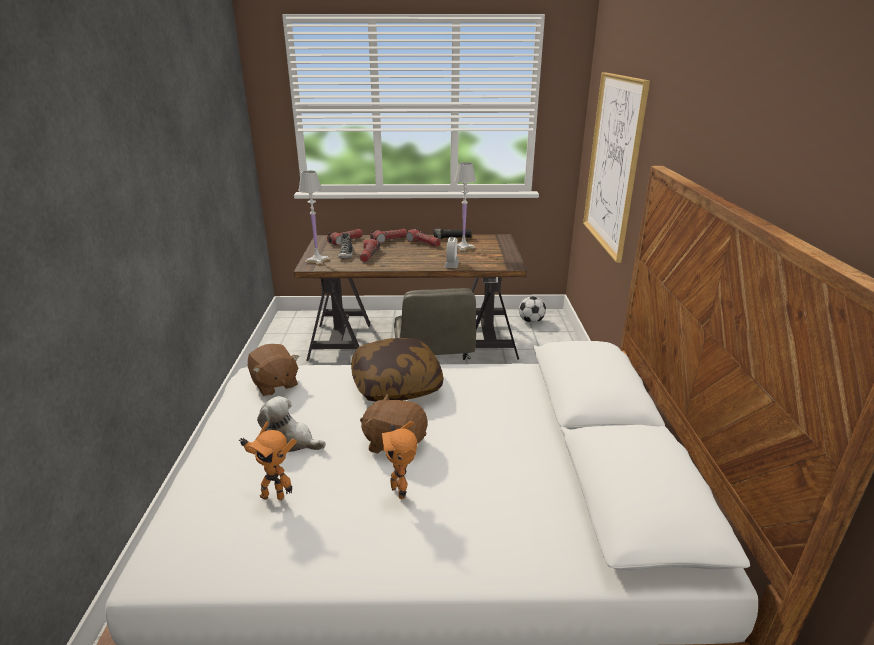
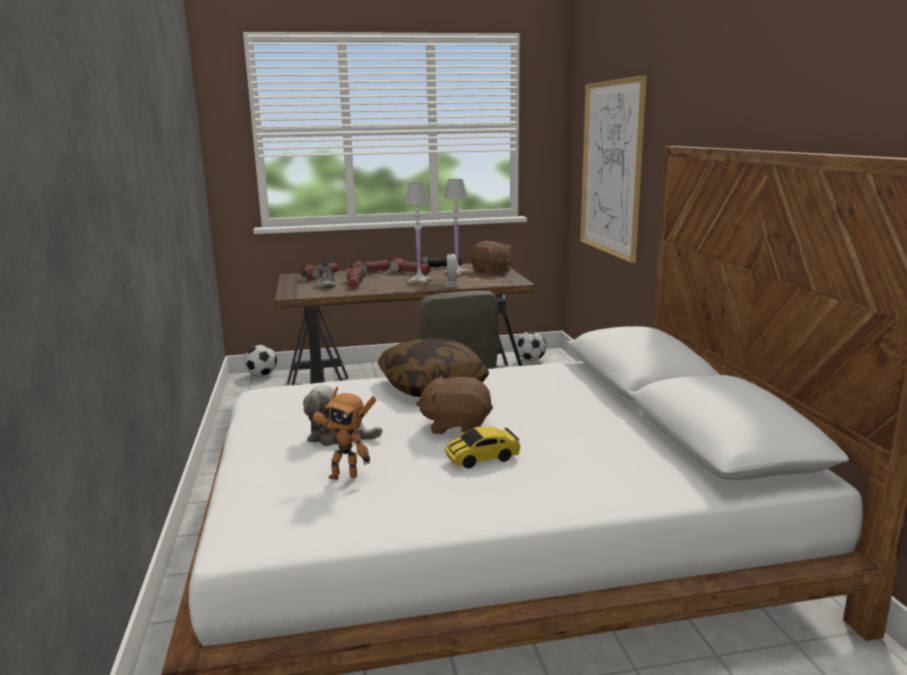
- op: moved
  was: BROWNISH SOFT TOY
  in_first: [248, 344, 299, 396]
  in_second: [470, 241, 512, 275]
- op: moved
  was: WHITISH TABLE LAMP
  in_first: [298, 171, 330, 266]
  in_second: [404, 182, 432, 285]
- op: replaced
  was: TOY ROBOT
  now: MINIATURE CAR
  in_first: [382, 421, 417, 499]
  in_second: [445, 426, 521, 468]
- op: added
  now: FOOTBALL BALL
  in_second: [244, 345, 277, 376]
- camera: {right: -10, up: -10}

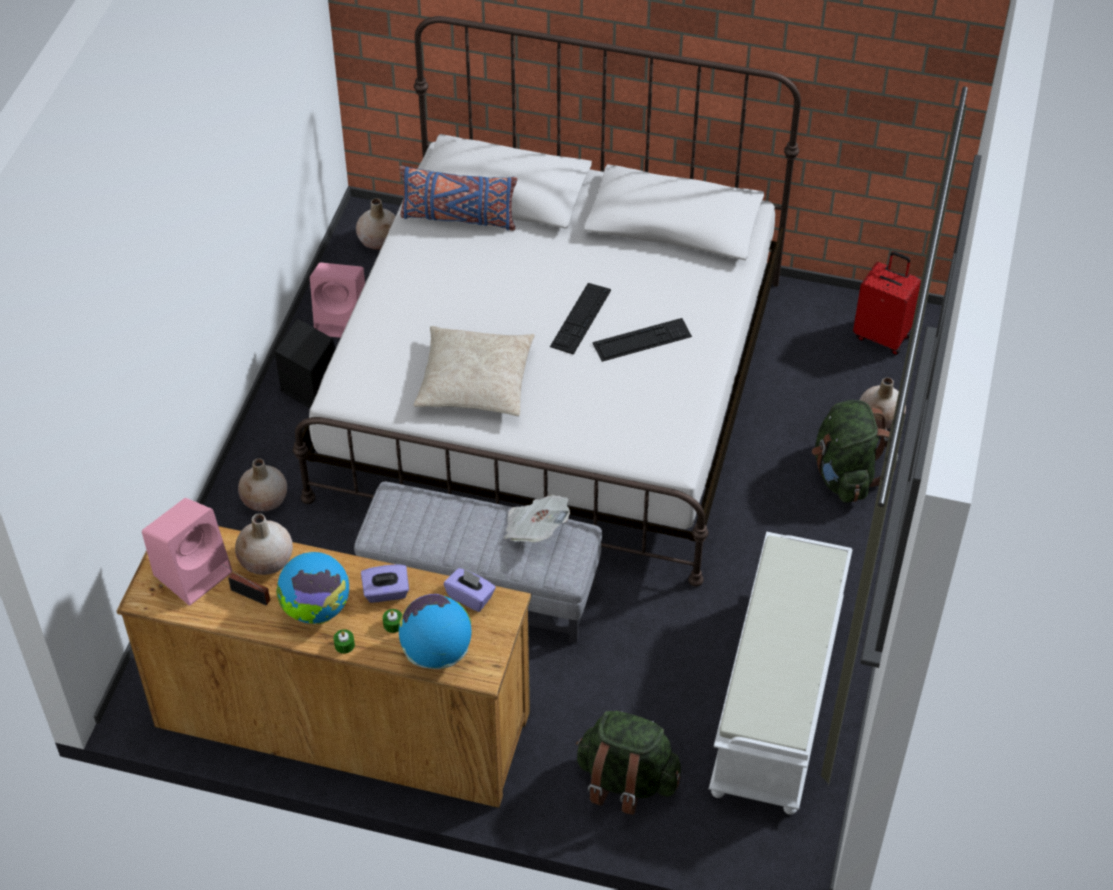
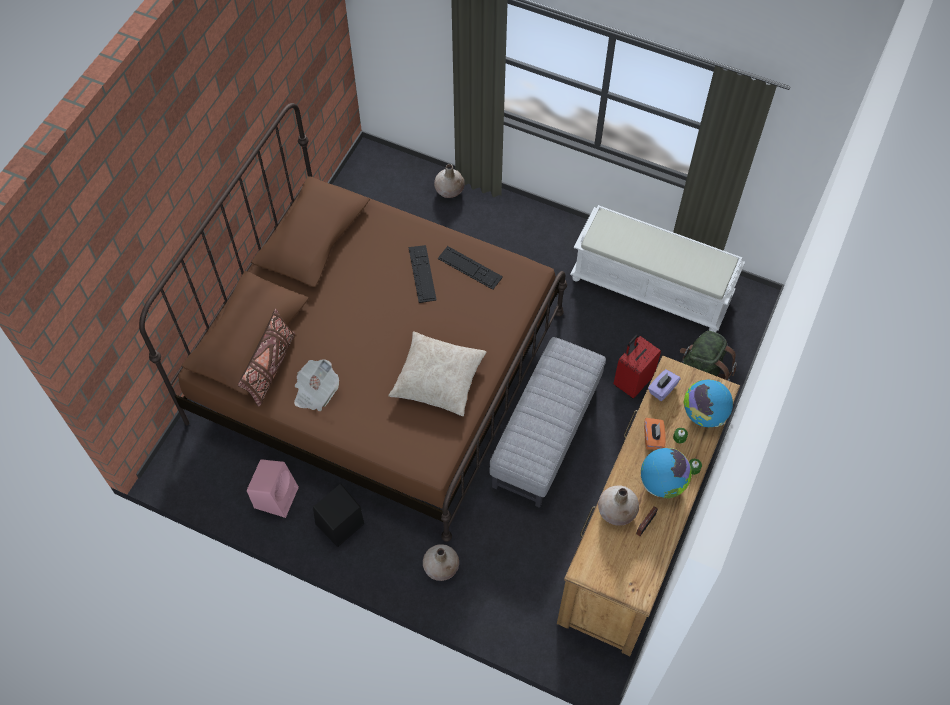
- op: removed
  was: PINK LOUDSPEAKER
  in_first: [142, 498, 232, 606]
- op: recoloured
  was: WHITISH SLEEPING BED
  now: BROWNISH SLEEPING BED
  in_first: [293, 16, 801, 587]
  in_second: [139, 103, 567, 542]
- op: removed
  was: SAND-COLOURED VASE
  in_first: [356, 198, 396, 250]
- op: recoloured
  was: PURPLE TISSUE HOLDER
  now: ORANGE-COLOURED TISSUE HOLDER
  in_first: [361, 564, 409, 603]
  in_second: [644, 418, 666, 450]
- op: recoloured
  was: BLUE PILLOW
  now: BROWNISH PILLOW
  in_first: [399, 166, 517, 231]
  in_second: [238, 309, 295, 406]
- op: moved
  was: PRINTED PAPER
  in_first: [505, 494, 570, 542]
  in_second: [294, 359, 339, 411]
- op: moved
  was: COMPUTER KEYBOARD
  in_first: [550, 283, 611, 355]
  in_second: [438, 246, 503, 290]
- op: removed
  was: GREEN-COLOURED RUCKSACK
  in_first: [812, 400, 898, 503]
- op: moved
  was: RED-COLOURED PIECE OF LUGGAGE
  in_first: [853, 251, 921, 355]
  in_second: [613, 335, 661, 399]
- camera: {right: -80, up: 10}

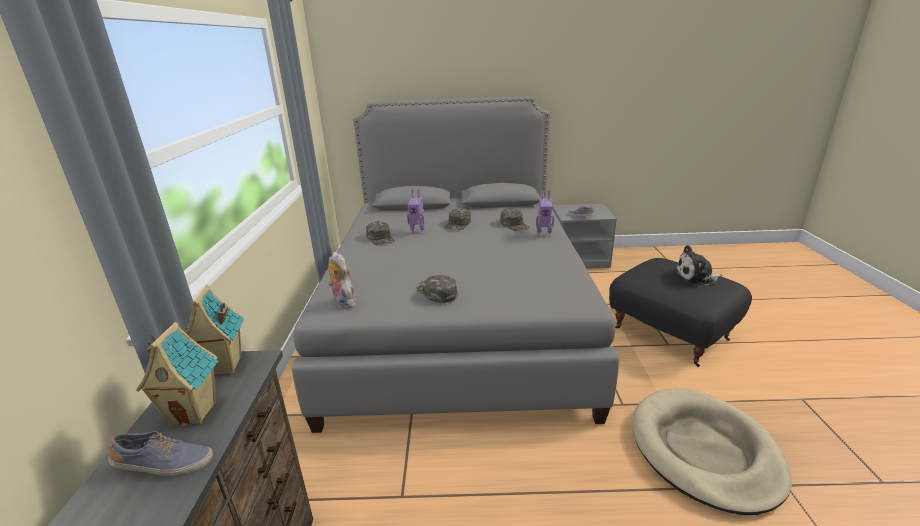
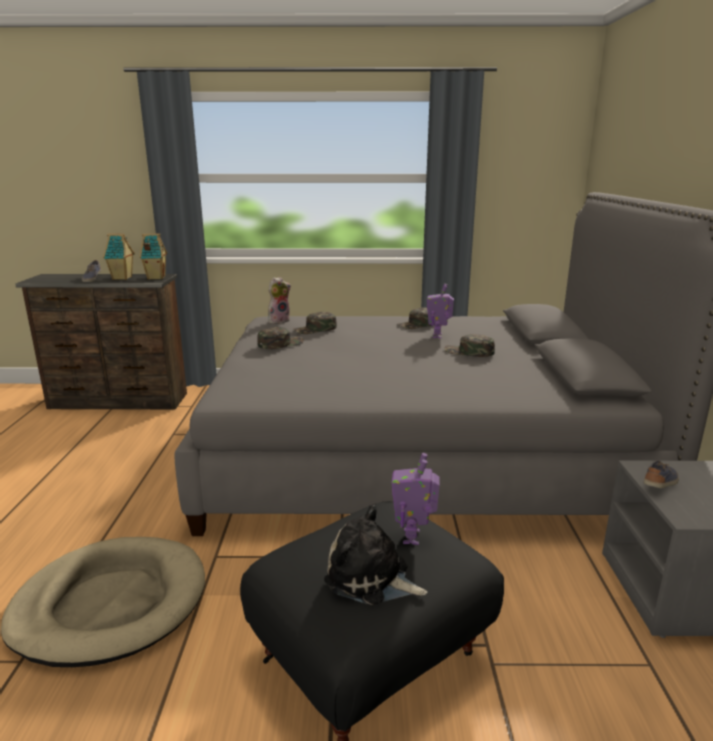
- op: moved
  was: GREEN-COLOURED PEAKED CAP
  in_first: [500, 209, 530, 231]
  in_second: [293, 312, 337, 334]
- op: moved
  was: TOY ROBOT
  in_first: [536, 191, 554, 237]
  in_second: [392, 453, 439, 545]
- op: turned
  was: SOFT TOY
  in_first: [674, 245, 722, 286]
  in_second: [324, 505, 427, 605]
  clockwise: -60
- camera: {right: 90, up: -5}

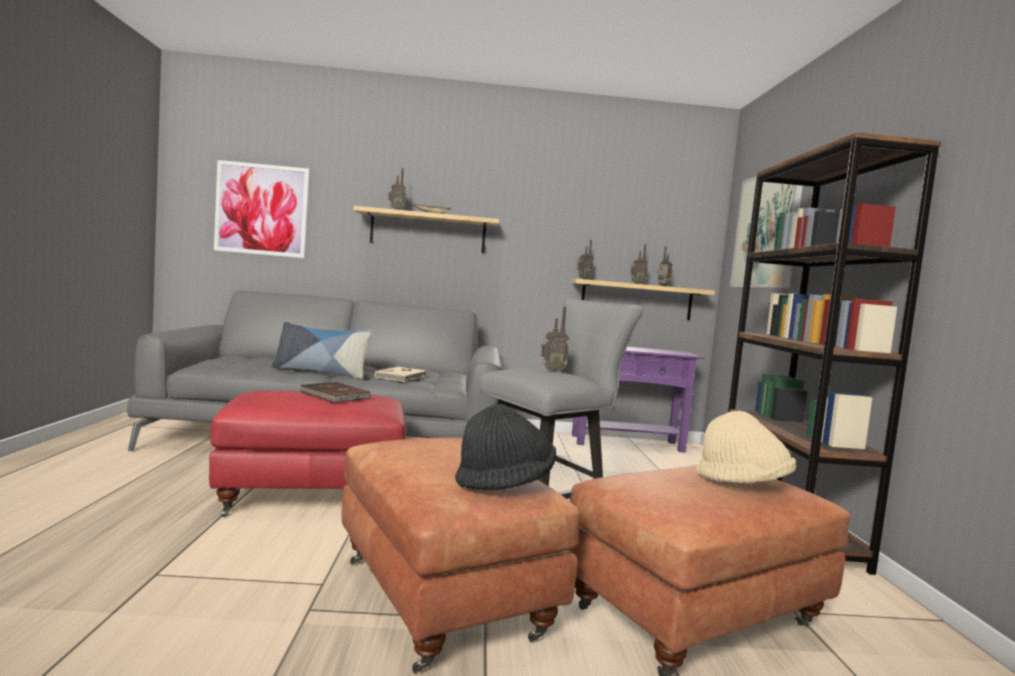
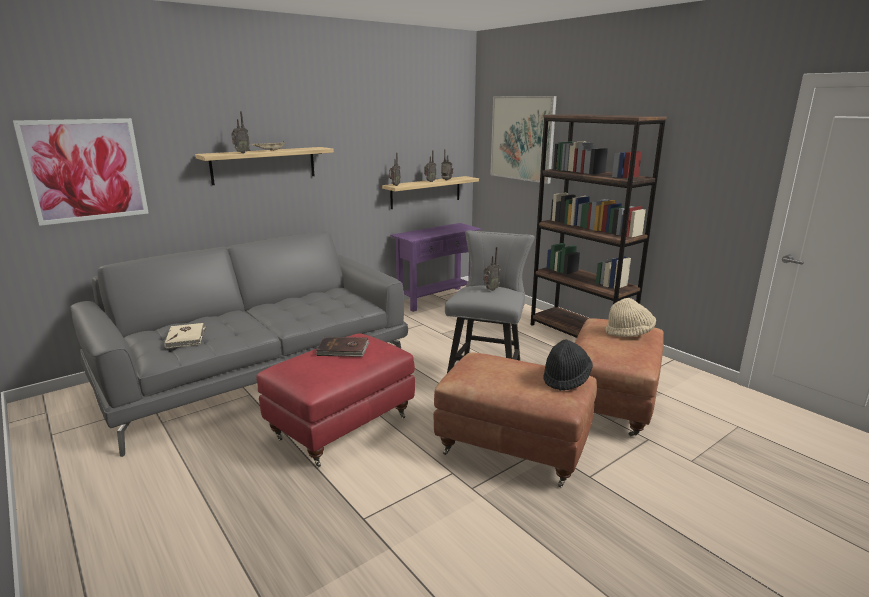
- op: removed
  was: PILLOW
  in_first: [271, 322, 372, 379]
- op: moved
  was: SAND-COLOURED BOOK
  in_first: [375, 367, 428, 382]
  in_second: [164, 323, 206, 348]
- camera: {right: -35, up: 15}

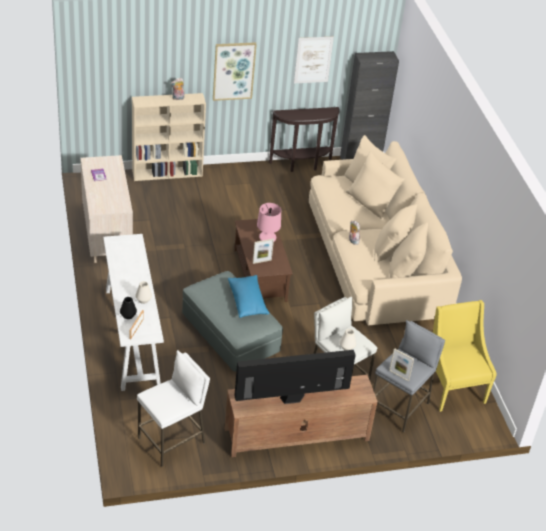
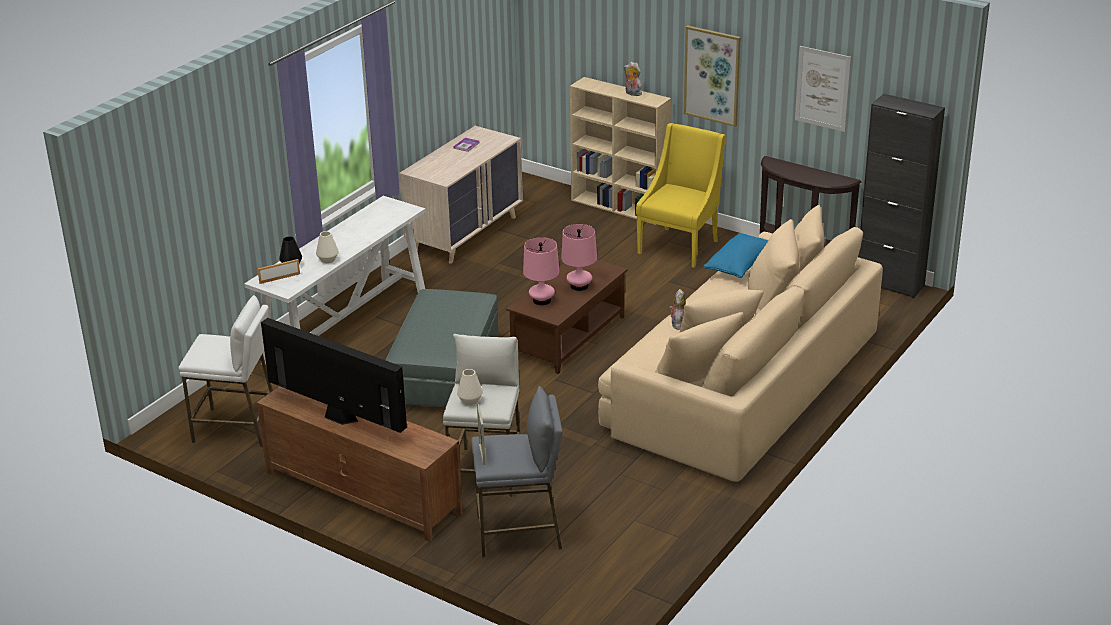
- op: moved
  was: BLUE PILLOW
  in_first: [228, 275, 270, 318]
  in_second: [703, 233, 768, 278]
- op: replaced
  was: STANDING FRAME
  now: PINK TABLE LAMP
  in_first: [253, 239, 274, 264]
  in_second: [523, 237, 559, 305]
- op: moved
  was: YELLOW-COLOURED EASY CHAIR
  in_first: [433, 300, 497, 412]
  in_second: [636, 123, 725, 268]
- camera: {right: 50, up: -10}

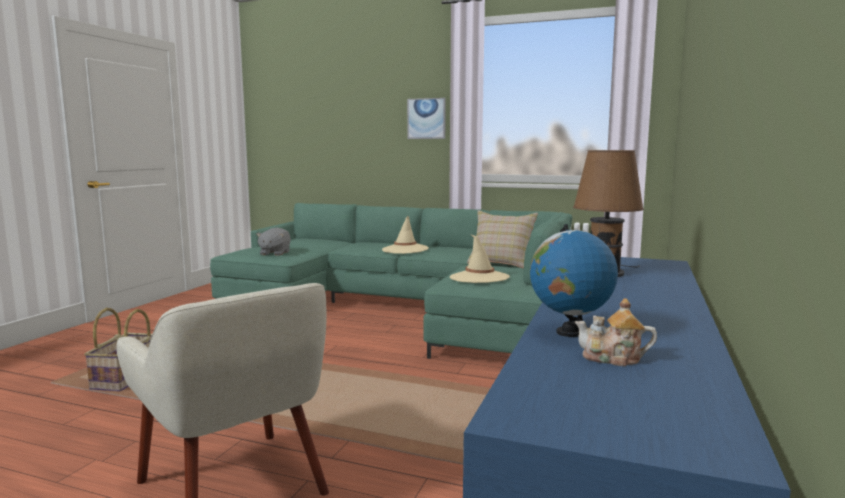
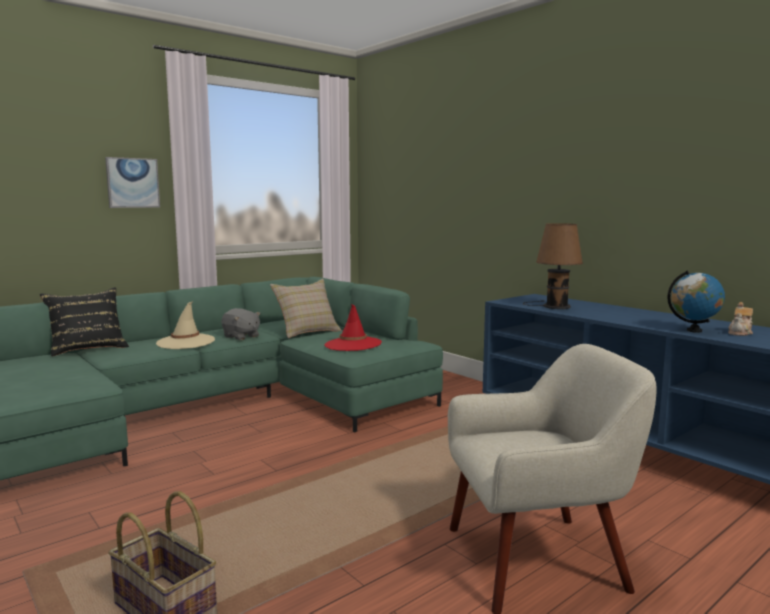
- op: moved
  was: GRAY SOFT TOY
  in_first: [256, 228, 291, 256]
  in_second: [221, 308, 261, 340]
- op: recoloured
  was: SAND-COLOURED CLOTHING HAT
  now: RED-COLOURED CLOTHING HAT
  in_first: [450, 234, 510, 283]
  in_second: [324, 304, 382, 351]
- op: added
  now: BLACKISH PILLOW
  in_second: [40, 287, 129, 356]
- camera: {right: -60, up: 0}

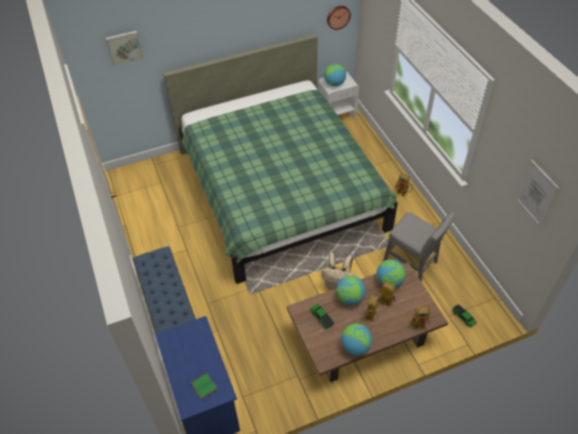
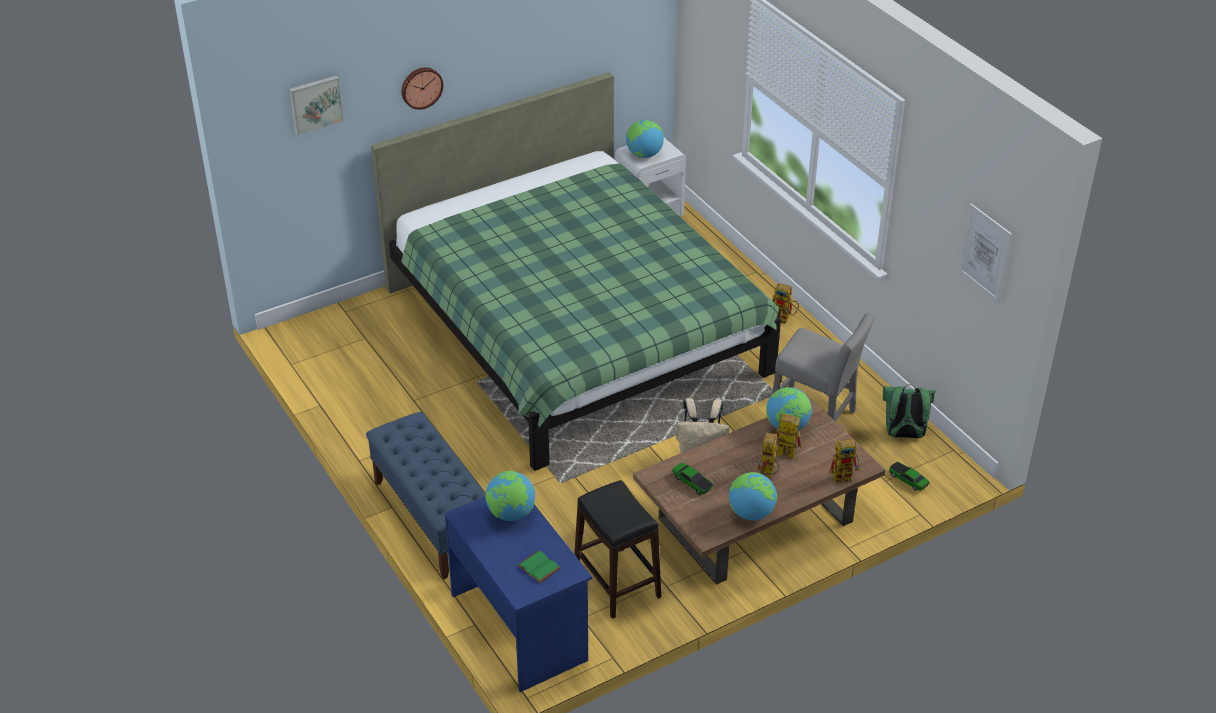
- op: moved
  was: CLOCK ON THE WALL
  in_first: [327, 6, 351, 30]
  in_second: [401, 67, 443, 110]
- op: moved
  was: WORLD GLOBE
  in_first: [336, 275, 366, 305]
  in_second: [486, 471, 535, 521]
- op: added
  now: BLACKISH STOOL SEAT
  in_second: [574, 480, 661, 619]
- op: added
  now: GREEN-COLOURED RUCKSACK
  in_second: [883, 384, 935, 438]
- camera: {right: -10, up: -10}

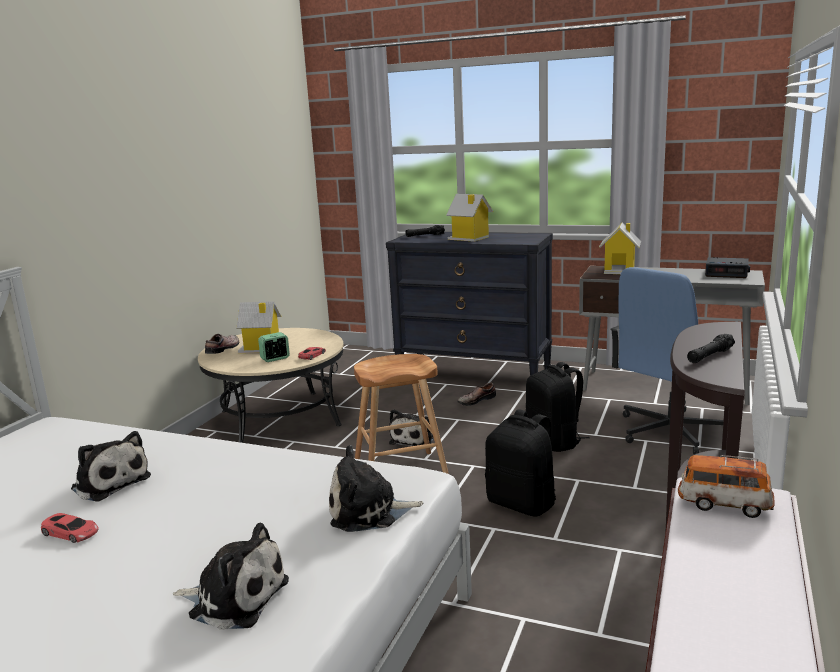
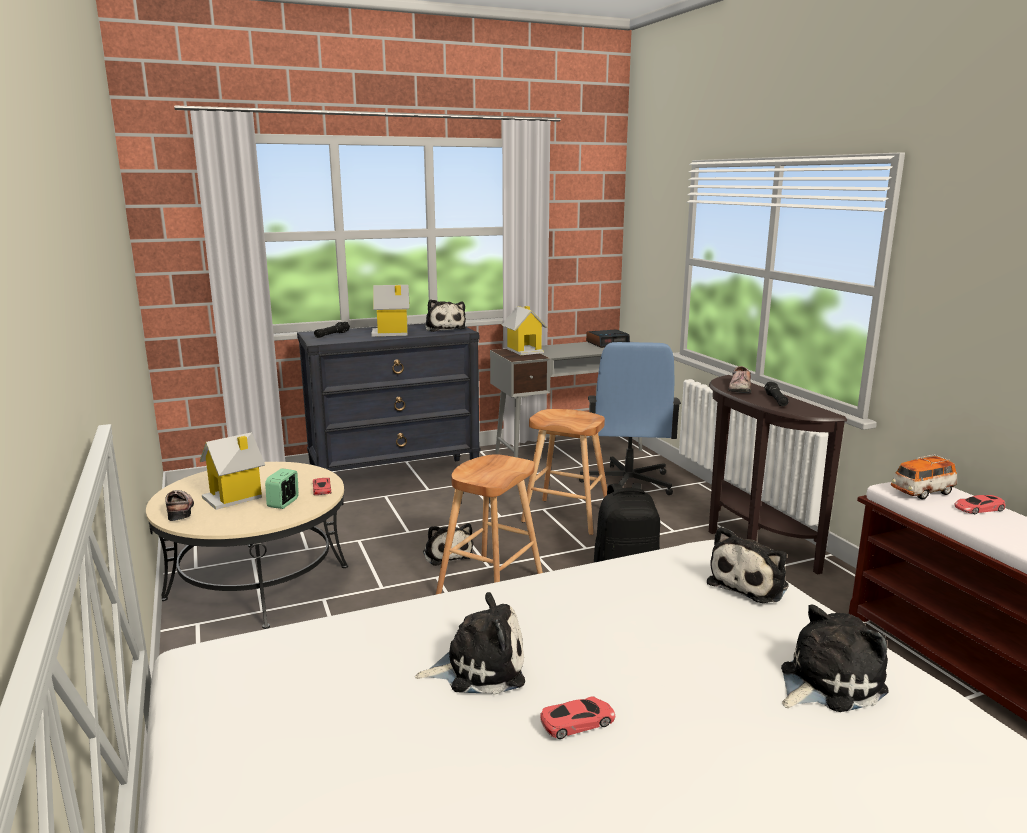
- op: moved
  was: ITEM OF FOOTWEAR
  in_first: [457, 383, 496, 406]
  in_second: [728, 366, 751, 393]
- op: replaced
  was: BLACKISH RUCKSACK
  now: BROWNISH STOOL SEAT
  in_first: [526, 362, 590, 452]
  in_second: [521, 409, 607, 535]
- op: added
  now: SOFT TOY
  in_second: [425, 299, 466, 332]
- op: added
  now: RED-COLOURED MINIATURE CAR
  in_second: [954, 495, 1006, 514]
- camera: {right: -45, up: 0}

